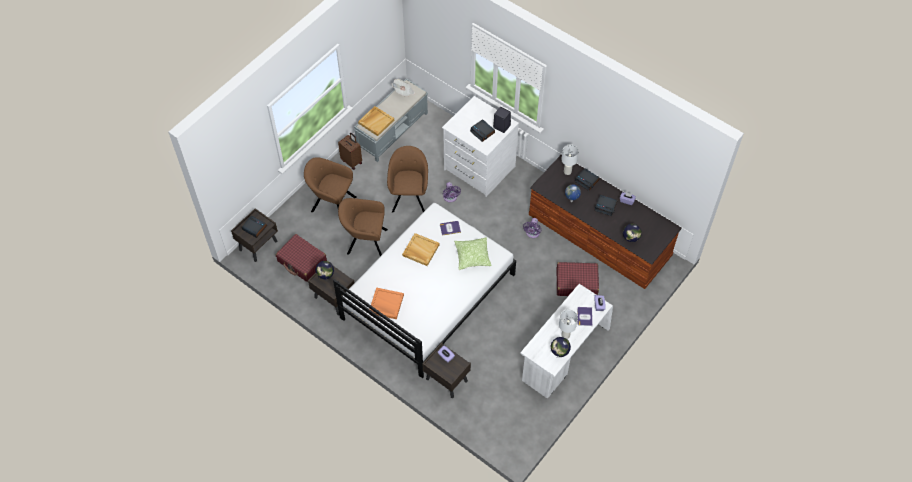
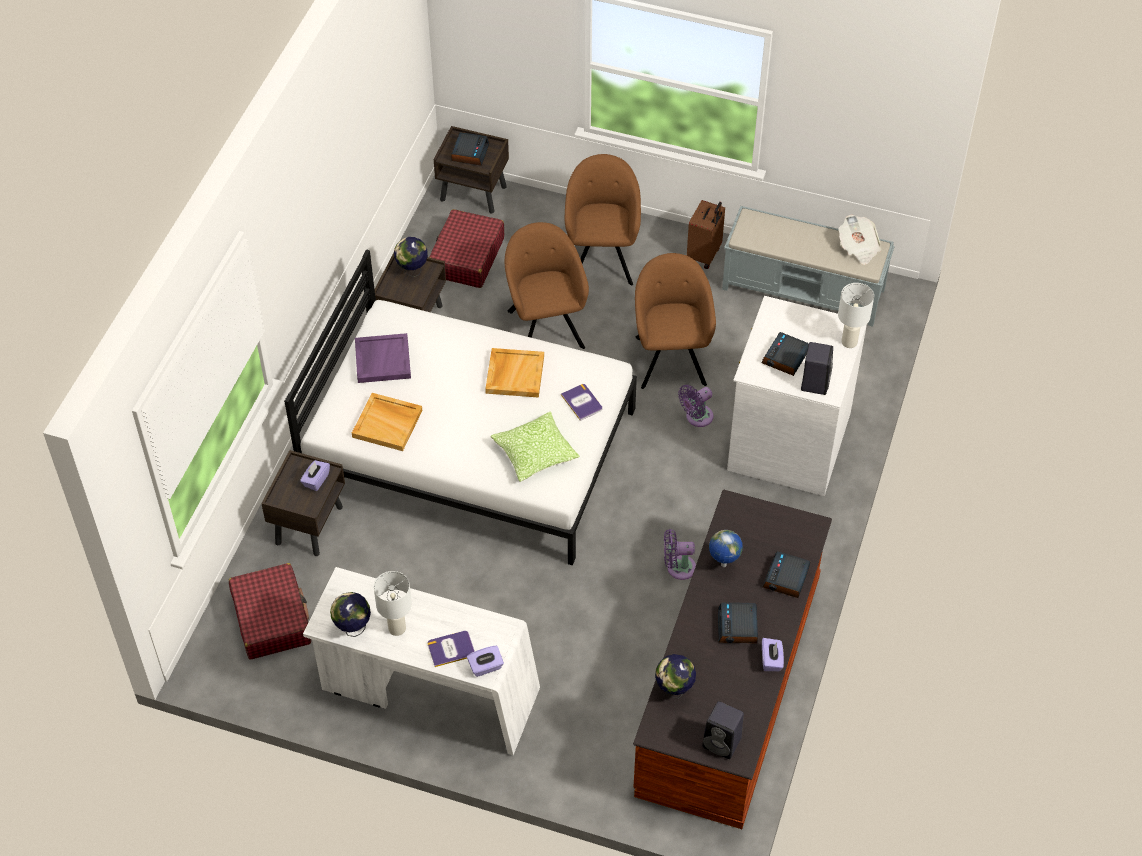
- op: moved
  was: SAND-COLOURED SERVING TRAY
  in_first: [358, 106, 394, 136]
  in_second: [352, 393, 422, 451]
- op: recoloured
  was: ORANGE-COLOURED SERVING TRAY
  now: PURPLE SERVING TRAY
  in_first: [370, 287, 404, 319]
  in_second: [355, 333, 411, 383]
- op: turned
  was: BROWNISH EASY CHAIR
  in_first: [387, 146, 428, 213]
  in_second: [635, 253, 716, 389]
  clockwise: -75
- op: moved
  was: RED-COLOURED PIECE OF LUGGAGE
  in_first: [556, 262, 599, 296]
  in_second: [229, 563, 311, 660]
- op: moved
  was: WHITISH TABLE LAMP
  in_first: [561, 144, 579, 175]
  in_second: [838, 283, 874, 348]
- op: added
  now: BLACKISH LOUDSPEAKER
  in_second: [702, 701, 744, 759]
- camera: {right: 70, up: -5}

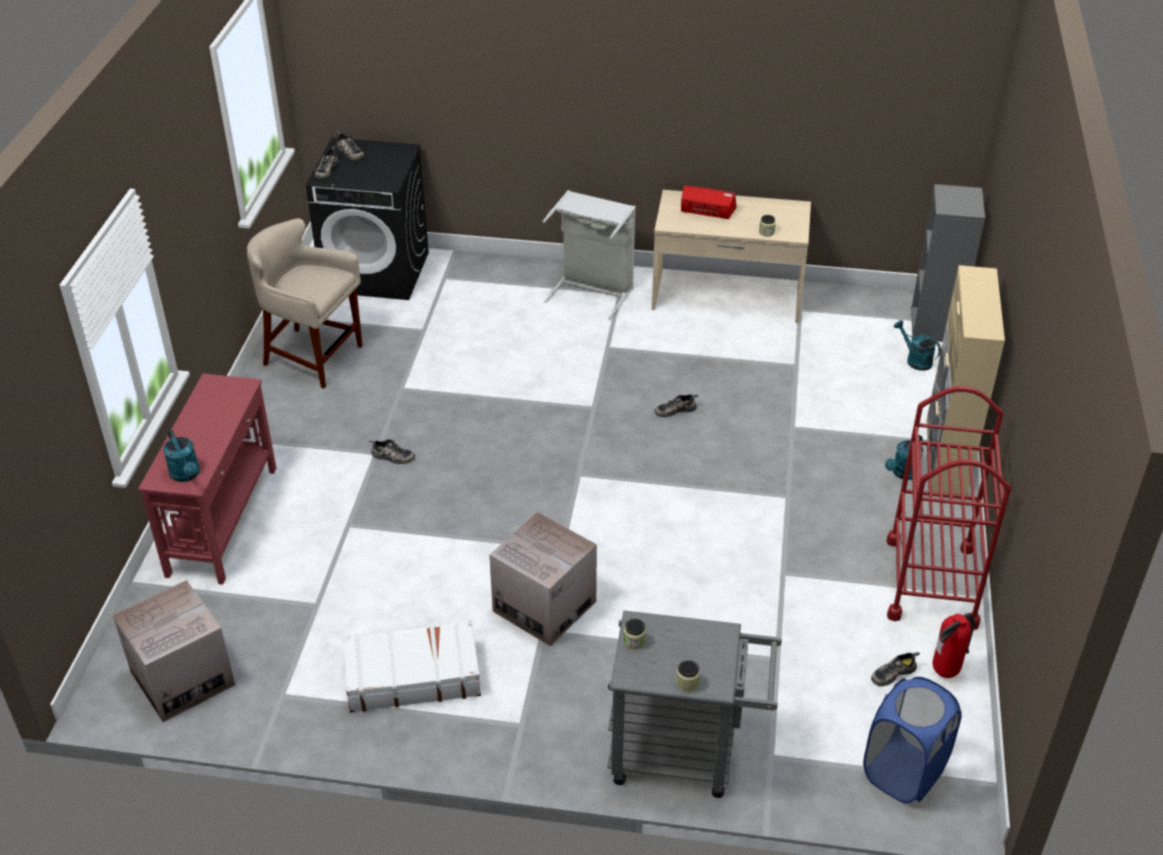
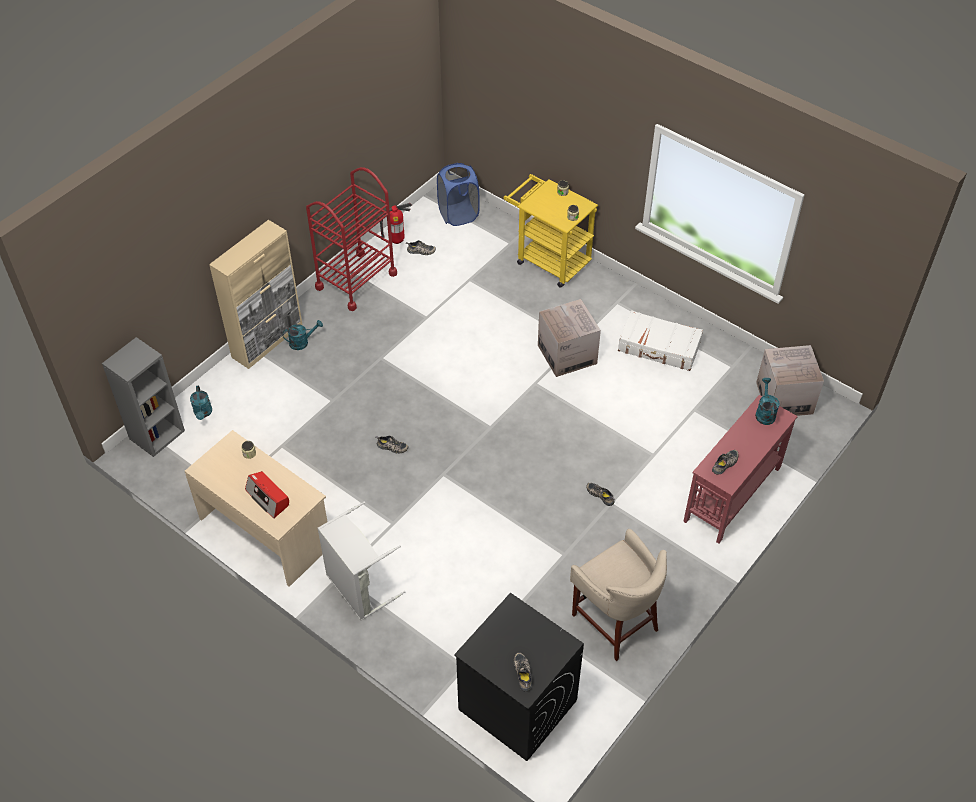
- op: moved
  was: ITEM OF FOOTWEAR
  in_first: [315, 146, 339, 179]
  in_second: [712, 450, 738, 475]
- op: recoloured
  was: GRAY TROLLEY
  now: YELLOW-COLOURED TROLLEY
  in_first: [607, 610, 782, 798]
  in_second: [503, 174, 598, 288]
- camera: {right: -150, up: 10}

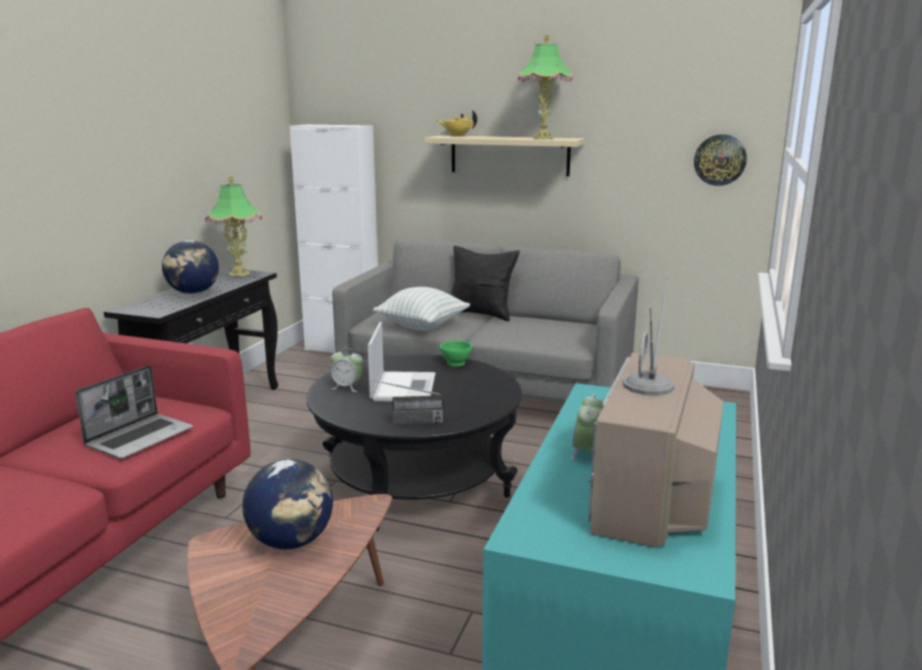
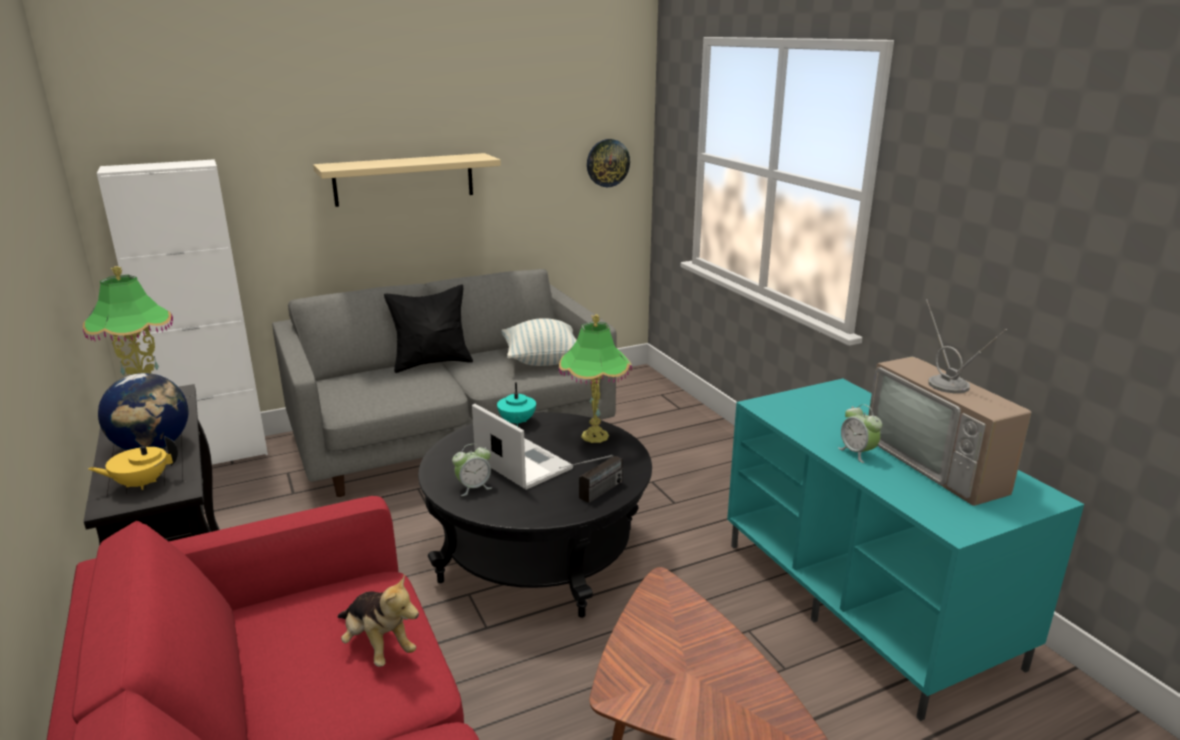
- op: replaced
  was: LAPTOP
  now: SOFT TOY
  in_first: [75, 365, 193, 459]
  in_second: [338, 574, 419, 667]
- op: removed
  was: WORLD GLOBE
  in_first: [243, 459, 333, 549]
- op: moved
  was: PILLOW
  in_first: [373, 287, 470, 331]
  in_second: [501, 318, 577, 366]
- op: moved
  was: YELLOW-COLOURED TEAPOT
  in_first: [437, 110, 477, 137]
  in_second: [88, 436, 178, 490]
- op: replaced
  was: GREEN-COLOURED BOWL
  now: BLUE-GREEN TEAPOT
  in_first: [440, 341, 472, 367]
  in_second: [497, 383, 536, 427]
- op: moved
  was: TABLE LAMP
  in_first: [518, 35, 573, 139]
  in_second: [559, 314, 632, 443]
- camera: {right: -45, up: 5}

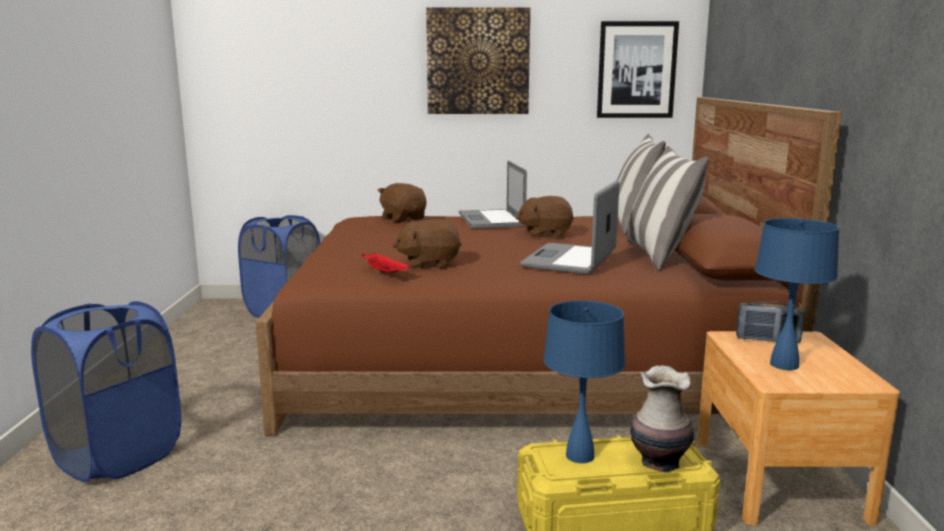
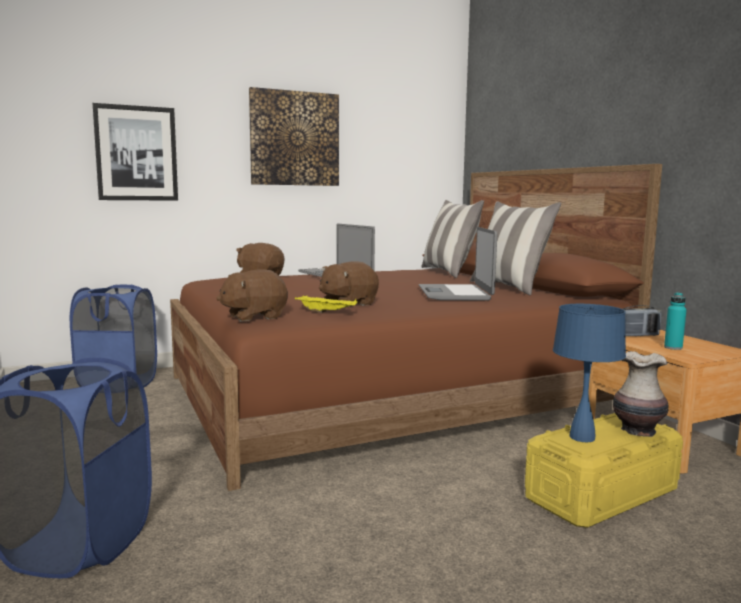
- op: recoloured
  was: RED-COLOURED SERVING TRAY
  now: YELLOW-COLOURED SERVING TRAY
  in_first: [362, 253, 411, 274]
  in_second: [295, 296, 358, 313]
- op: moved
  was: BROWNISH SOFT TOY
  in_first: [515, 196, 574, 238]
  in_second: [216, 270, 288, 322]
- op: moved
  was: PICTURE
  in_first: [597, 21, 679, 118]
  in_second: [93, 103, 178, 201]
- op: replaced
  was: BLUE TABLE LAMP
  now: BLUE-GREEN DRINK BOTTLE
  in_first: [755, 218, 840, 370]
  in_second: [664, 292, 687, 350]
- camera: {right: -25, up: -5}

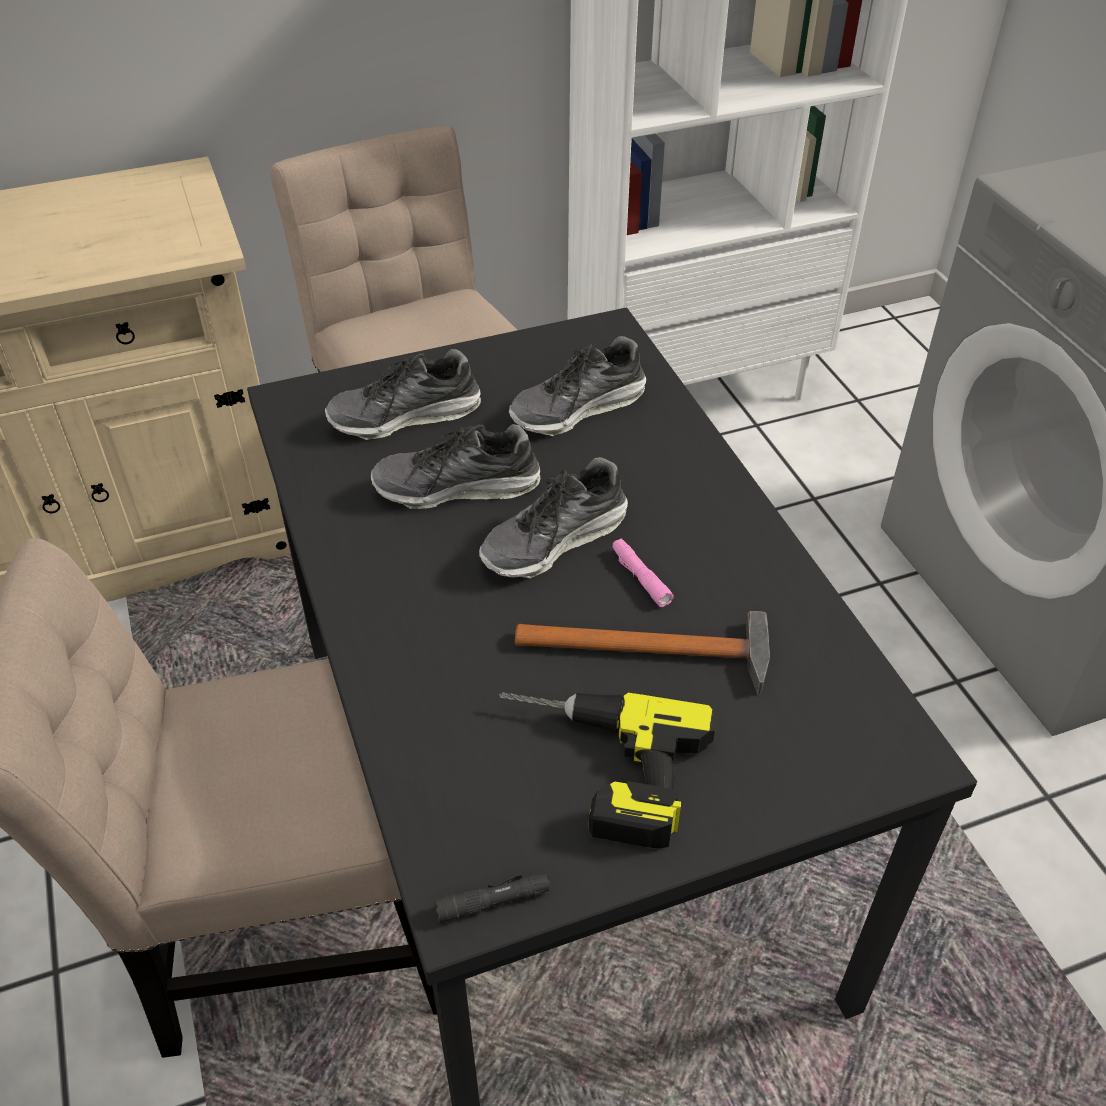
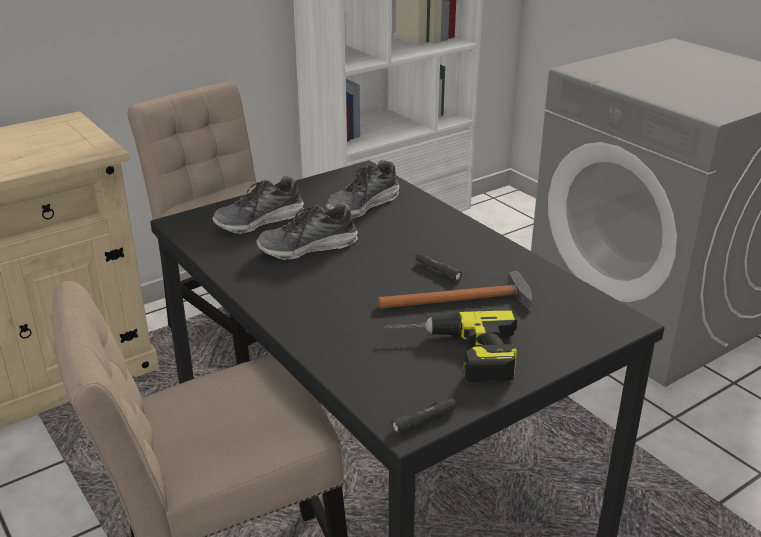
- op: removed
  was: ITEM OF FOOTWEAR
  in_first: [479, 457, 628, 579]
- op: recoloured
  was: PINK HAND TORCH
  now: BLACKISH HAND TORCH
  in_first: [613, 538, 674, 607]
  in_second: [416, 253, 462, 281]
- camera: {right: -15, up: -15}

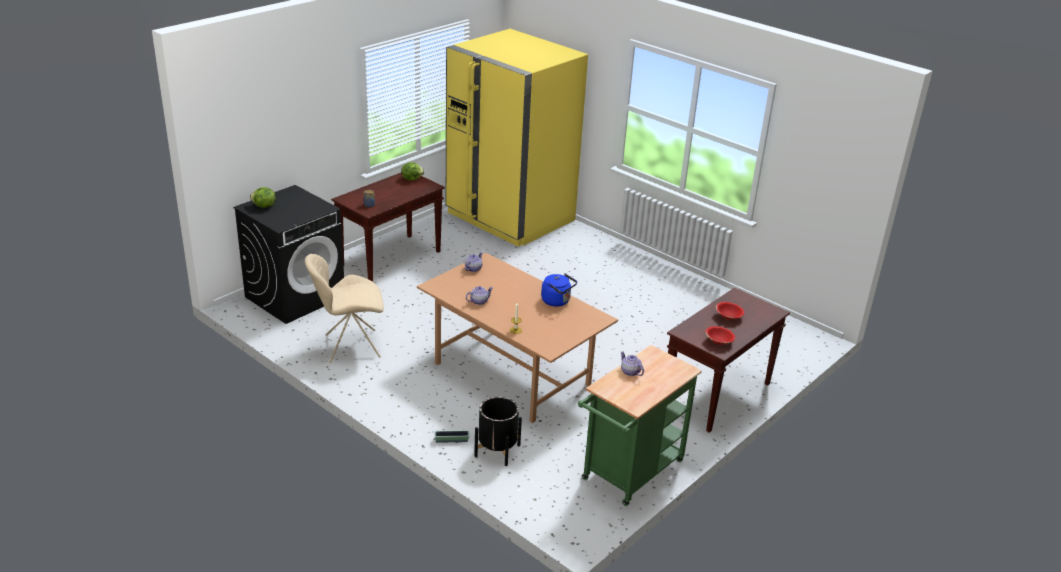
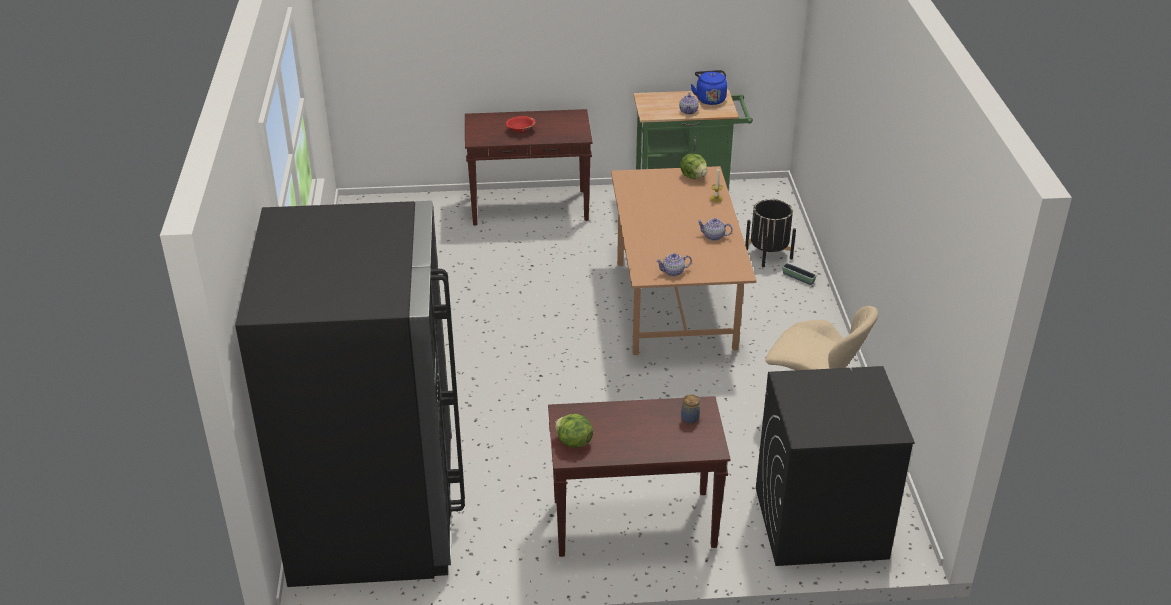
- op: moved
  was: LETTUCE HEAD
  in_first: [250, 187, 276, 208]
  in_second: [680, 154, 707, 179]
- op: recoloured
  was: YELLOW-COLOURED REFRIGERATOR
  now: BLACKISH REFRIGERATOR
  in_first: [446, 29, 588, 247]
  in_second: [235, 201, 465, 587]
- op: moved
  was: BLUE KETTLE
  in_first: [541, 273, 577, 307]
  in_second: [691, 70, 727, 105]
- op: removed
  was: RED-COLOURED BOWL
  in_first: [705, 326, 735, 345]
- camera: {right: -135, up: 5}

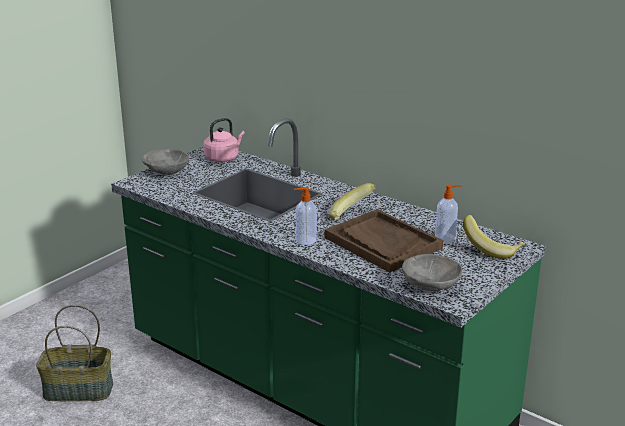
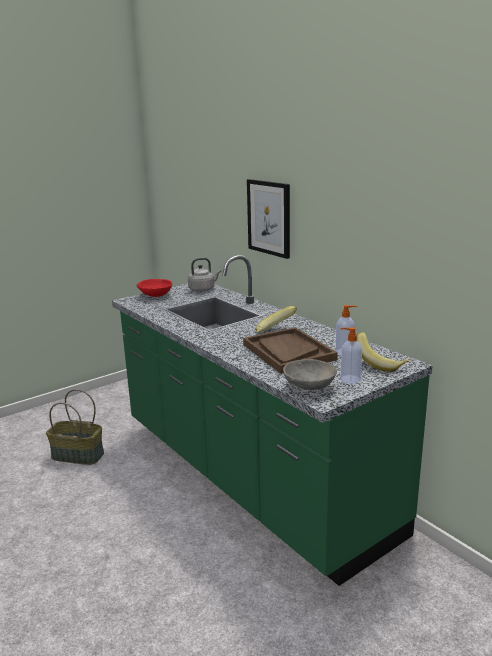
- op: recoloured
  was: GRAY BOWL
  now: RED-COLOURED BOWL
  in_first: [142, 149, 189, 175]
  in_second: [137, 279, 172, 297]
- op: recoloured
  was: PINK KETTLE
  now: GRAY KETTLE
  in_first: [203, 118, 245, 162]
  in_second: [188, 258, 221, 292]
- op: moved
  was: SOAP BOTTLE
  in_first: [294, 187, 317, 245]
  in_second: [340, 327, 362, 384]
- op: added
  now: PICTURE
  in_second: [247, 179, 290, 259]
- camera: {right: 15, up: -5}

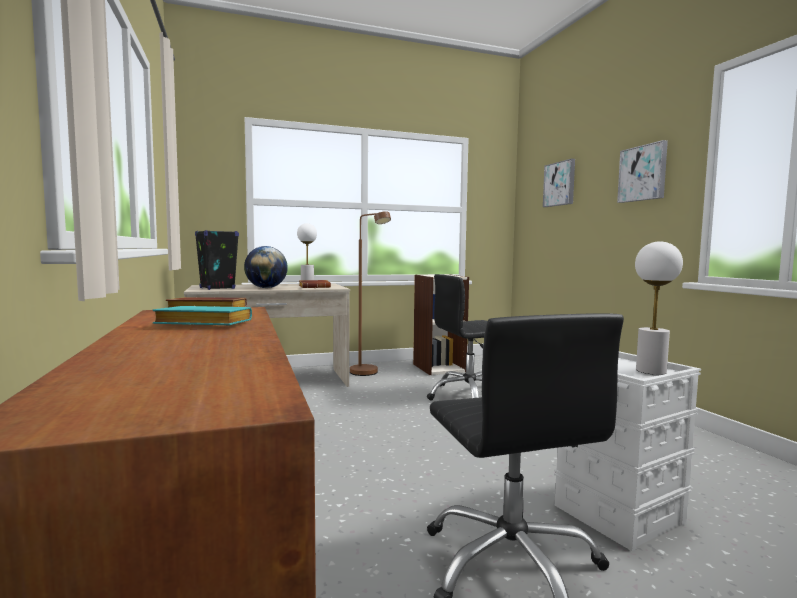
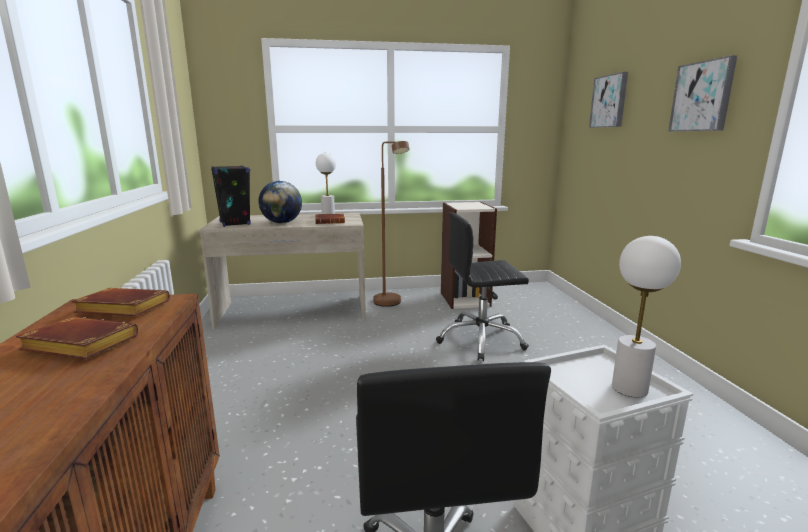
- op: recoloured
  was: BLUE-GREEN BOOK
  now: BROWNISH BOOK
  in_first: [153, 306, 252, 325]
  in_second: [16, 317, 138, 359]
- camera: {right: 10, up: 10}

